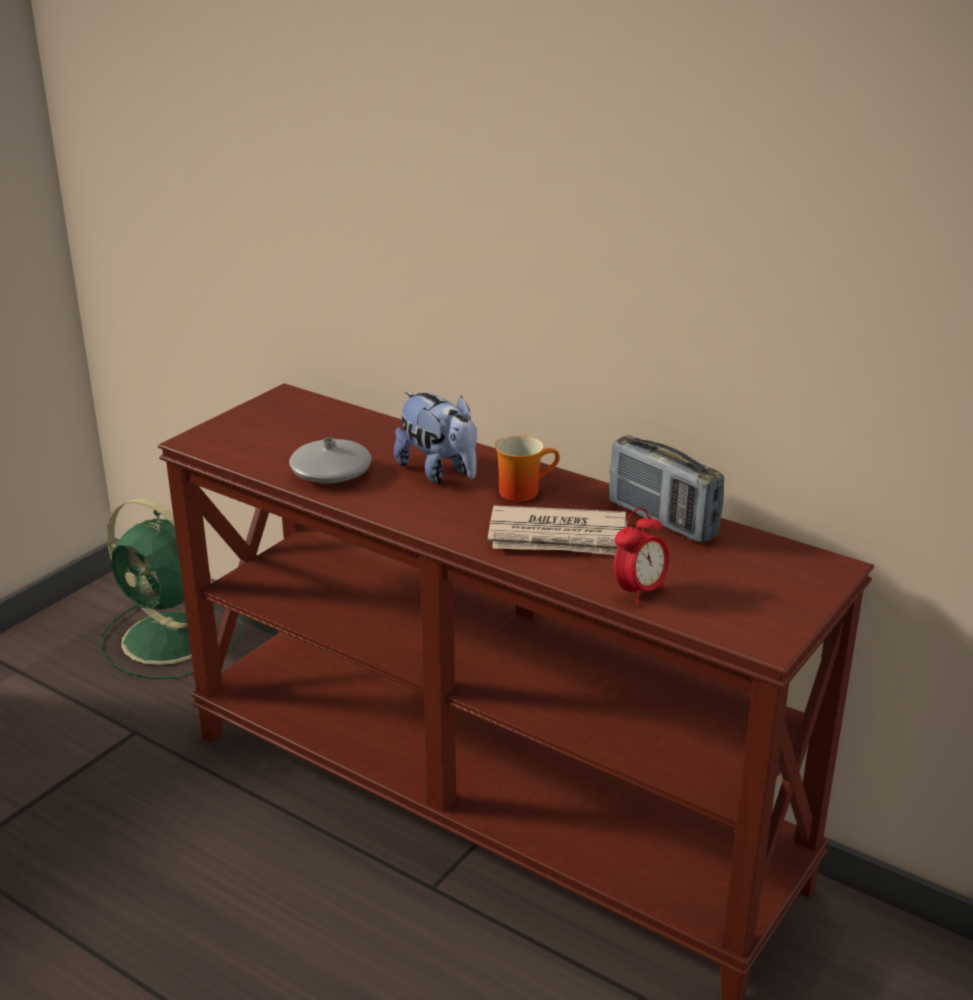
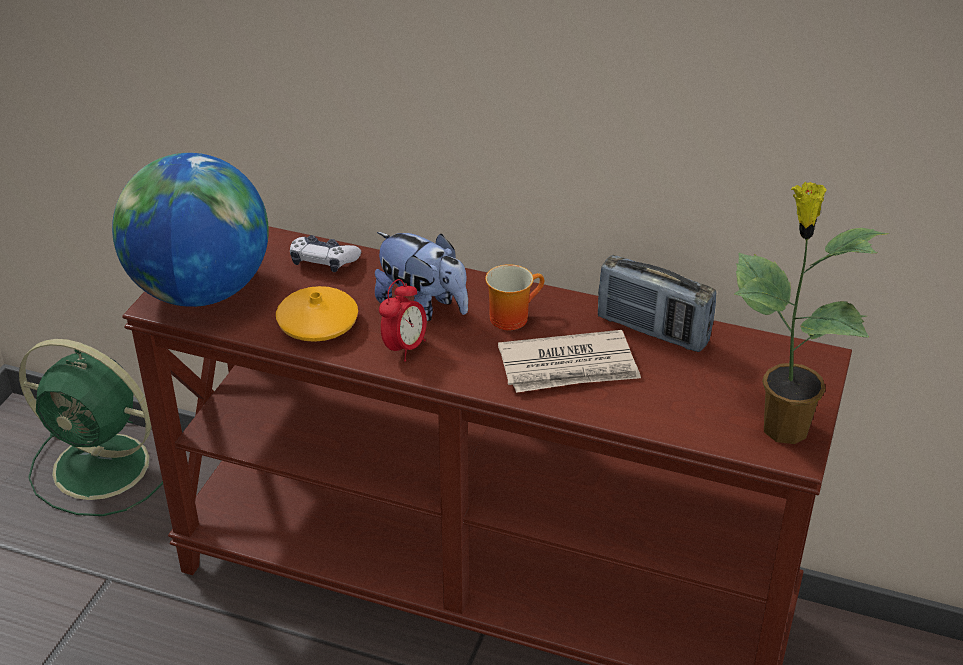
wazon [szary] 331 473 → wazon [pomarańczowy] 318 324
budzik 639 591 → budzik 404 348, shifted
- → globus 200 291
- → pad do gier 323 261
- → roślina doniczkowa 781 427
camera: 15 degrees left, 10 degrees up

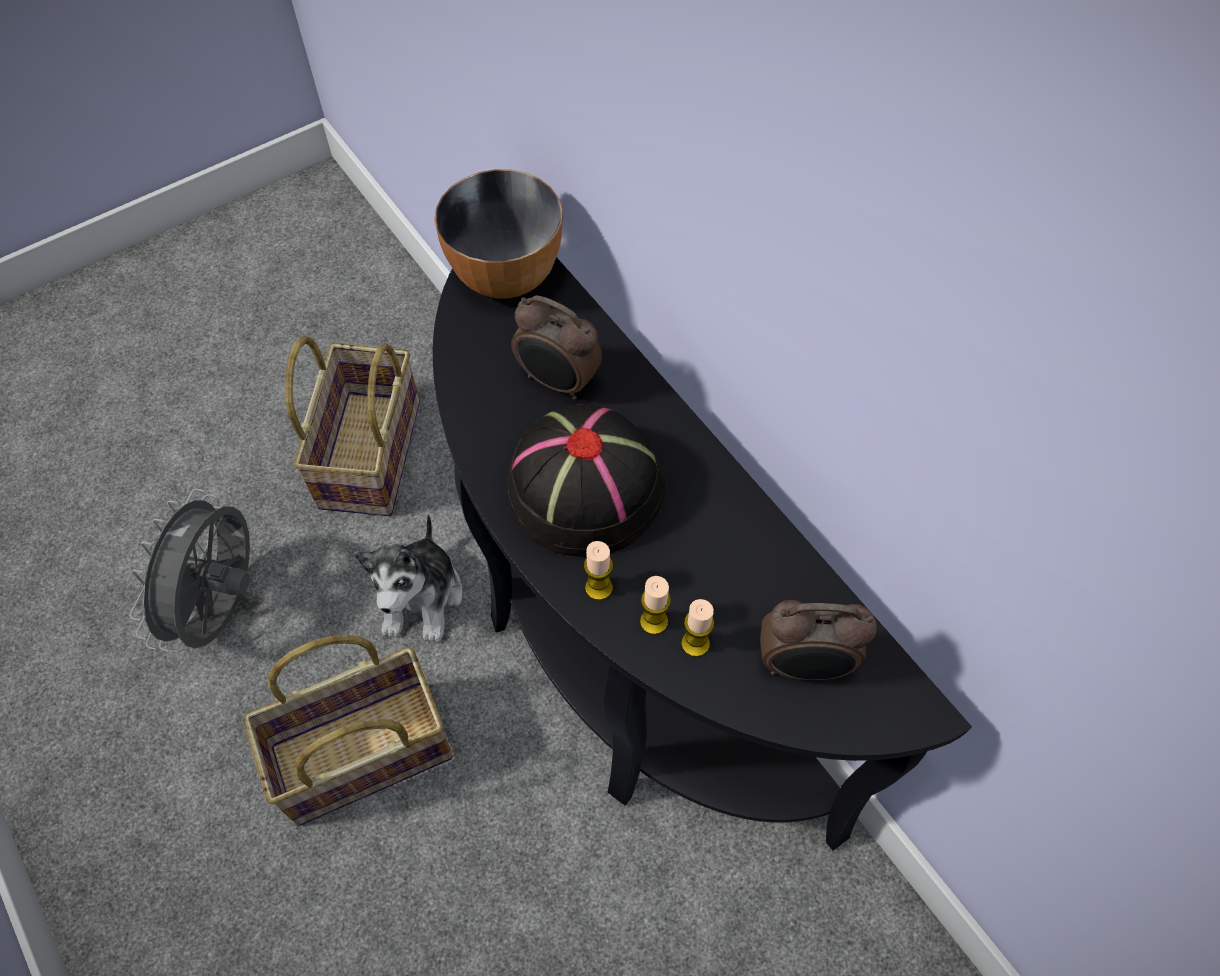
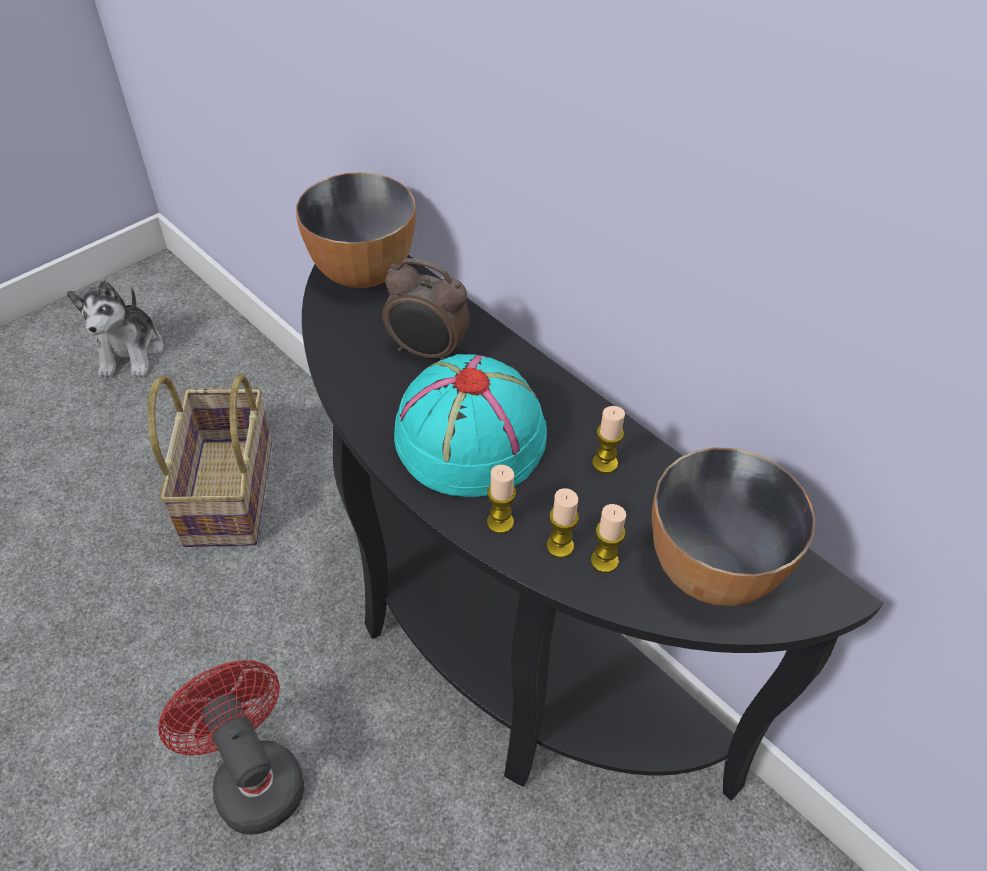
wentylator [szary] 225 608 → -
koszyk 363 756 → wentylator [czerwony] 252 776
pluszak 422 597 → pluszak 131 352, shifted
kapelusz [czarny] 584 487 → kapelusz [turkusowy] 468 436
budzik 804 666 → miska 713 568
- → świeca 604 463
camera: 10 degrees left, 10 degrees down

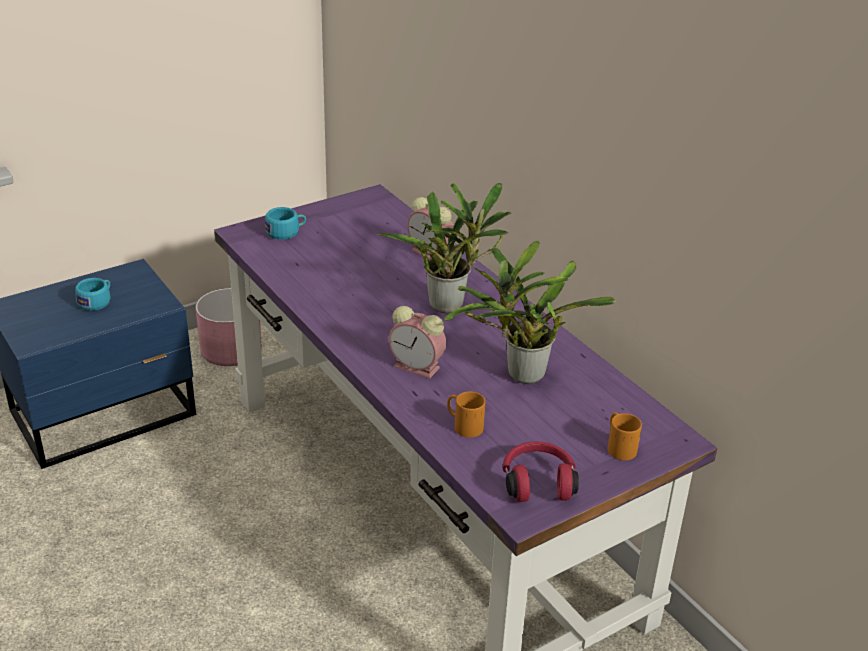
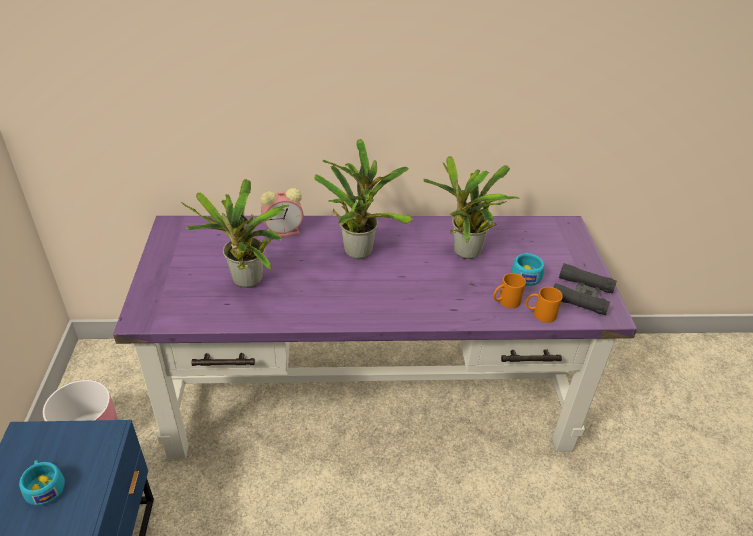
filiżanka [turkusowy] 286 232 → filiżanka [turkusowy] 525 274, shifted
budzik 418 367 → -
słuchawki [czerwony] 538 482 → lornetka [czarny] 582 295
kubek [pomarańczowy] 618 446 → kubek [pomarańczowy] 540 314, shifted
- → roślina doniczkowa 247 283
camera: 60 degrees left, 5 degrees up

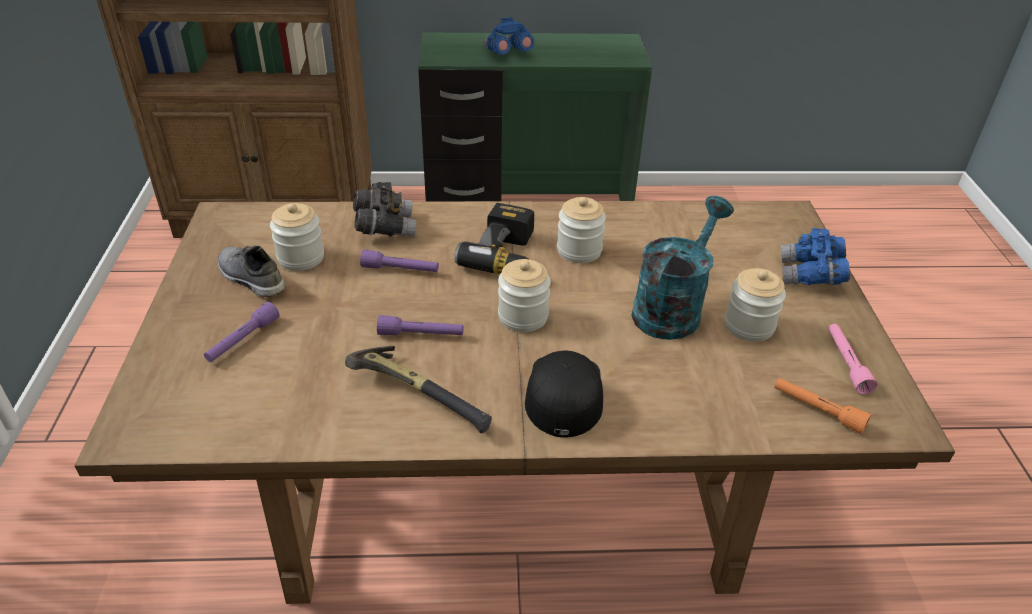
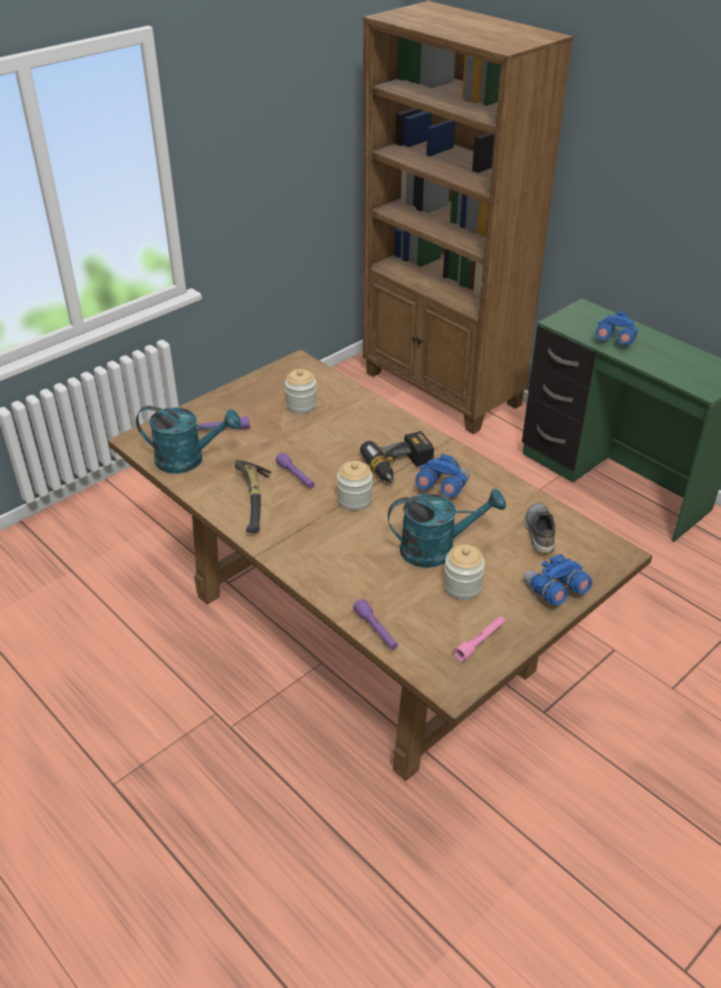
but [szary] 250 279 → but [szary] 538 532, shifted
lornetka [szary] 384 227 → -
latarka [fioletowy] 400 270 → latarka [fioletowy] 376 630, shifted
czapka z daszkiem [czarny] 564 393 → -
słoik 579 250 → lornetka [niebieski] 441 488
latarka [pomarańczowy] 817 410 → -
- → konewka [turkusowy] 188 460
camera: 50 degrees right, 0 degrees up

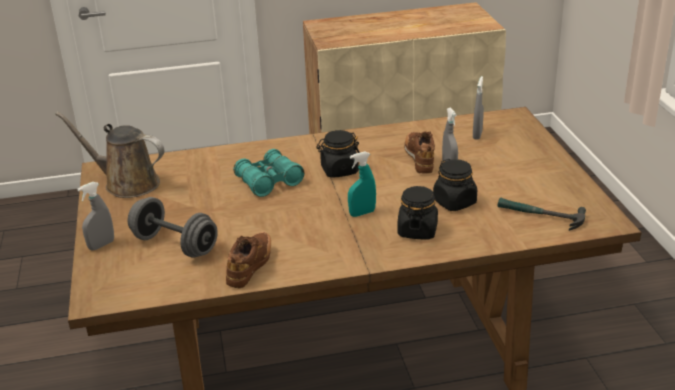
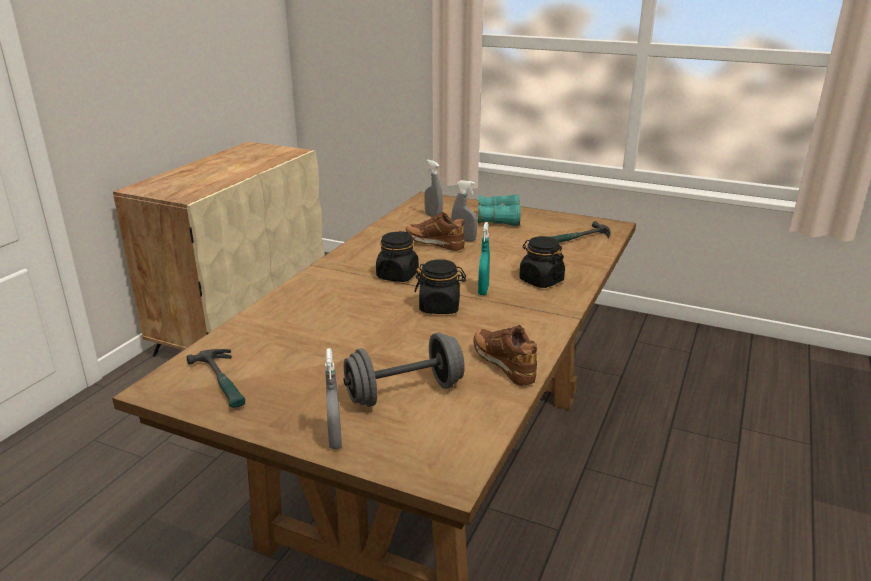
konewka [brązowy] 127 183 → młotek 224 382
lornetka [turkusowy] 269 182 → lornetka [turkusowy] 498 219, shifted
słoik [czarny] 455 202 → słoik [czarny] 440 307, shifted
camera: 55 degrees left, 5 degrees down

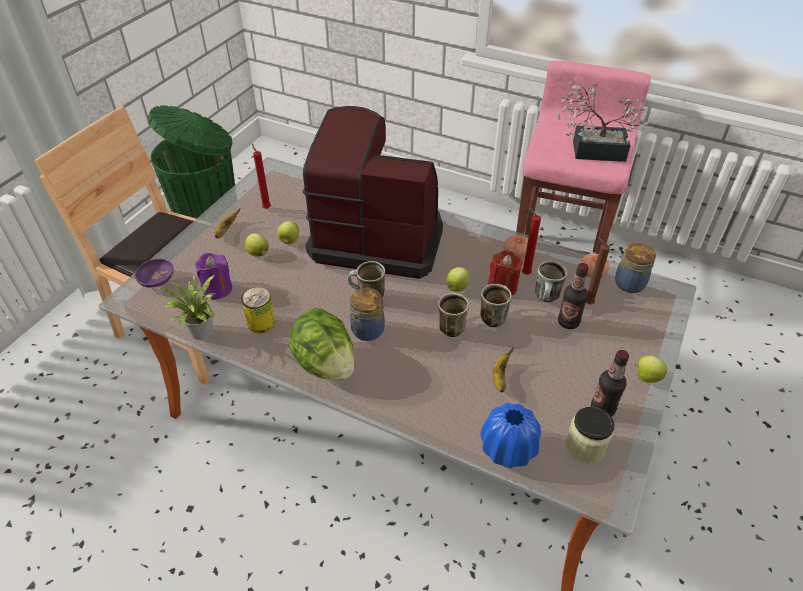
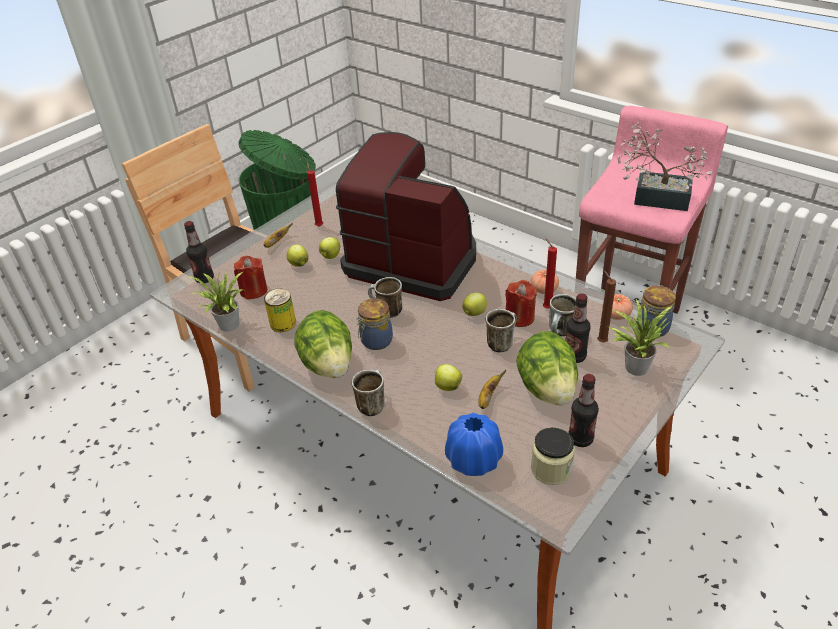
miska [fioletowy] 157 281 → butelka 204 278
świeca [fioletowy] 217 289 → świeca [czerwony] 253 291
kubek 450 325 → kubek 371 404, shifted
jabłko 646 377 → jabłko 447 386, shifted
- → sałata 547 389
- → roślina doniczkowa 634 366
camera: 15 degrees right, 5 degrees down

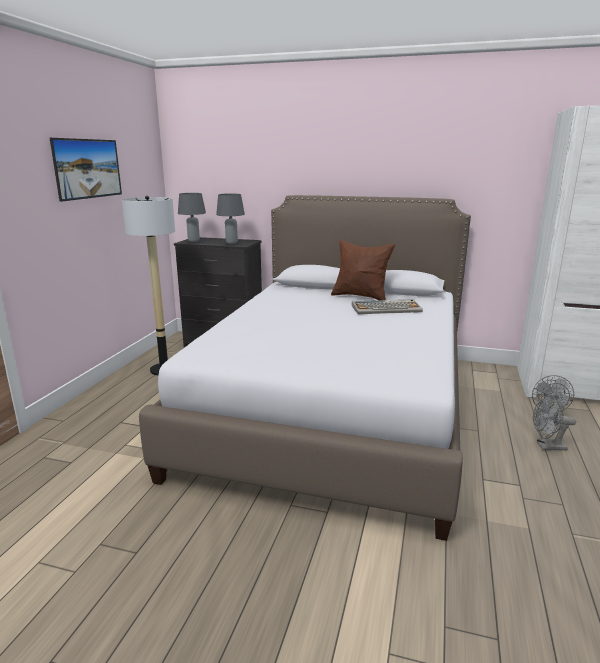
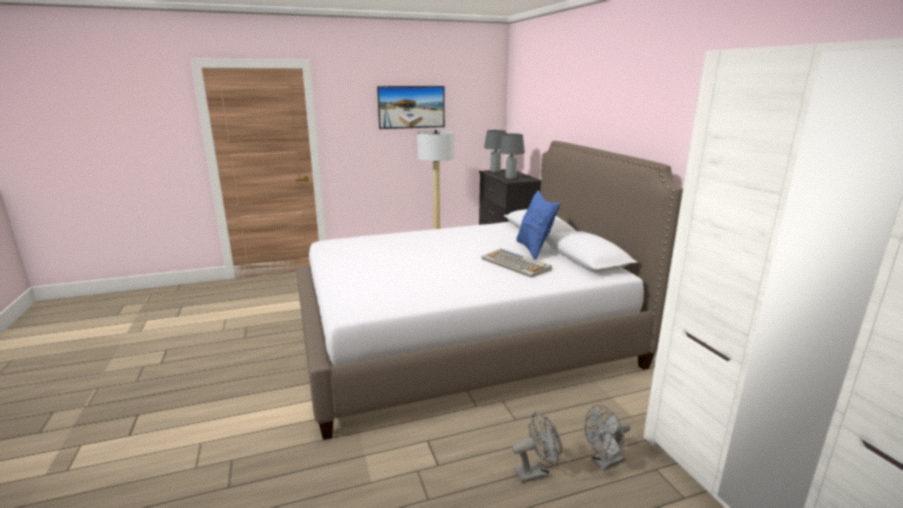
poduszka [brązowy] 361 296 → poduszka [niebieski] 534 250
wentylator [szary] 547 446 → wentylator [szary] 536 472, 105 degrees clockwise
camera: 55 degrees right, 0 degrees up

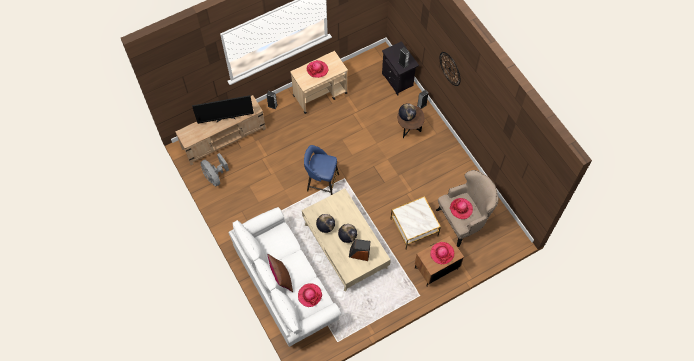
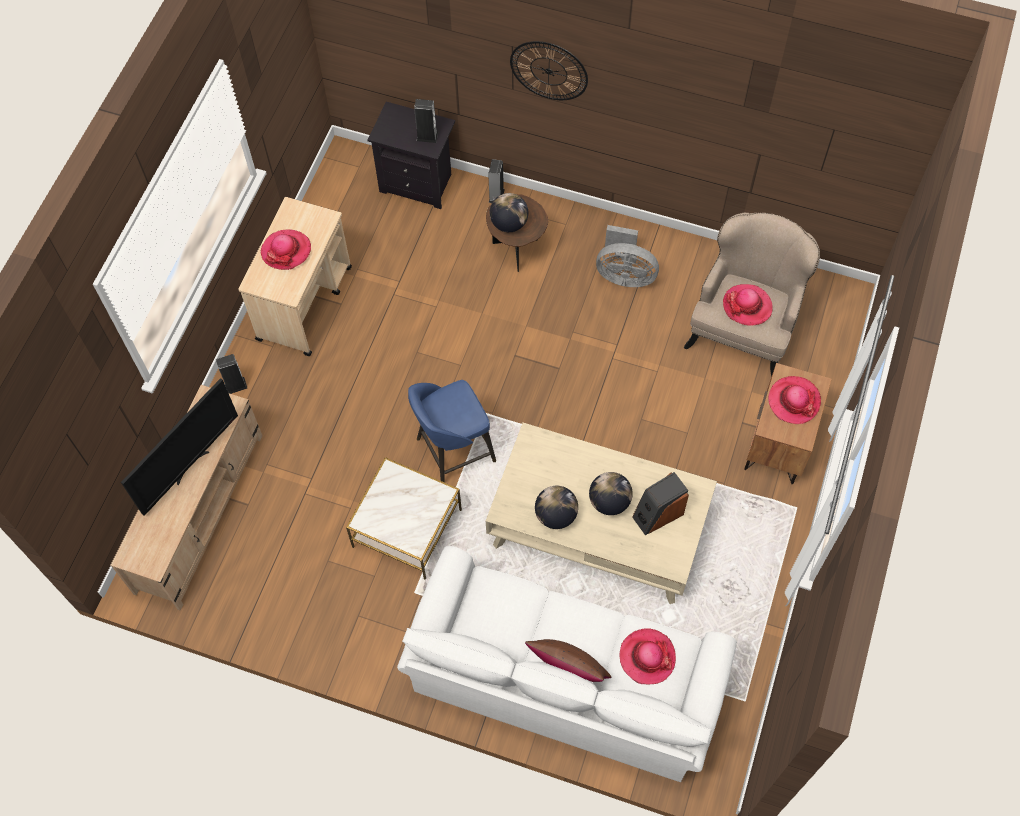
wentylator [szary] 215 176 → wentylator [szary] 624 275, shifted
stolik 414 227 → stolik 407 528, shifted
camera: 40 degrees left, 0 degrees up

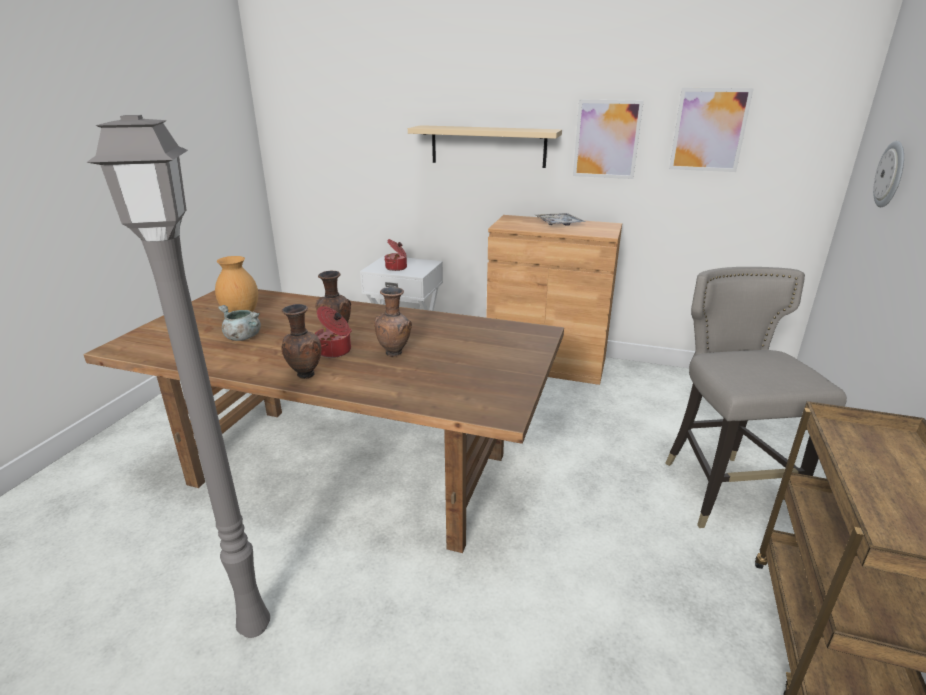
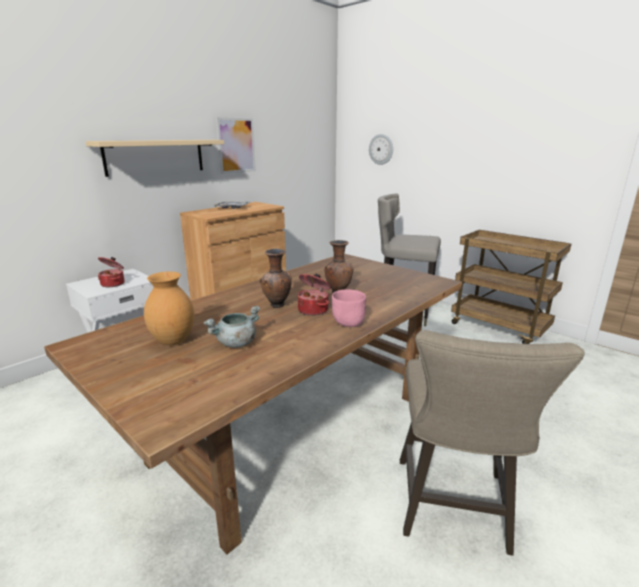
lampa stojąca [szary] 252 625 → stołek [beżowy] 453 511
wazon [brązowy] 304 375 → miska [różowy] 348 324
obraz 709 130 → -
camera: 65 degrees left, 5 degrees down

